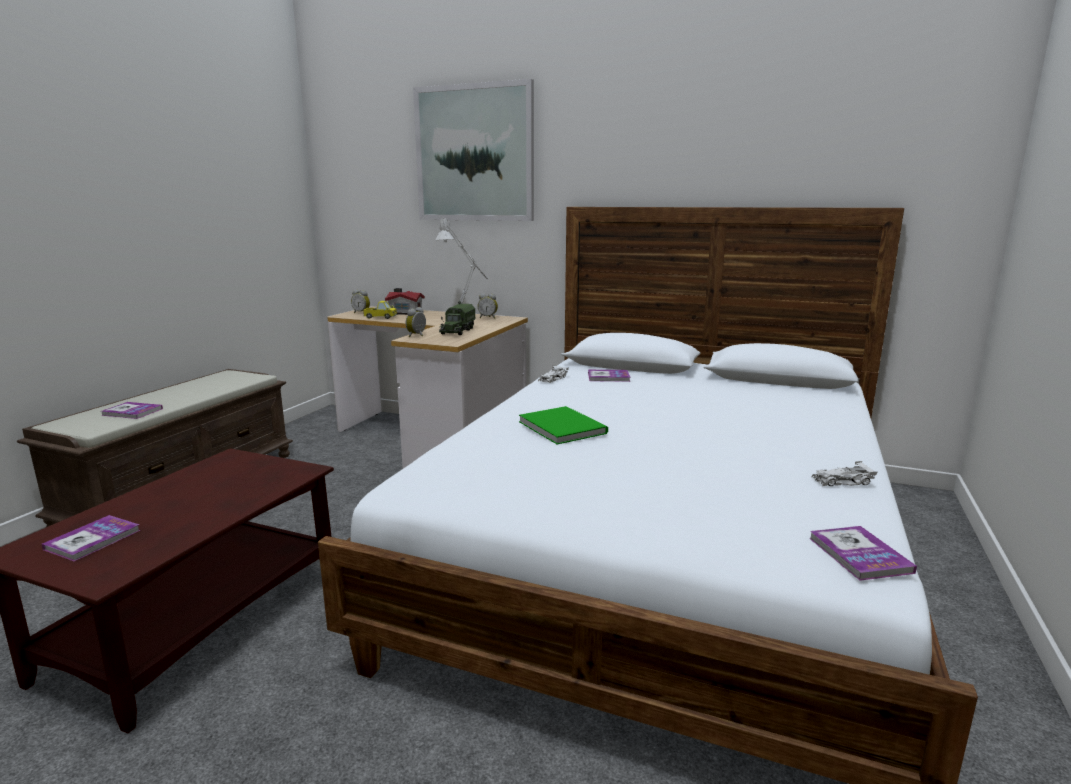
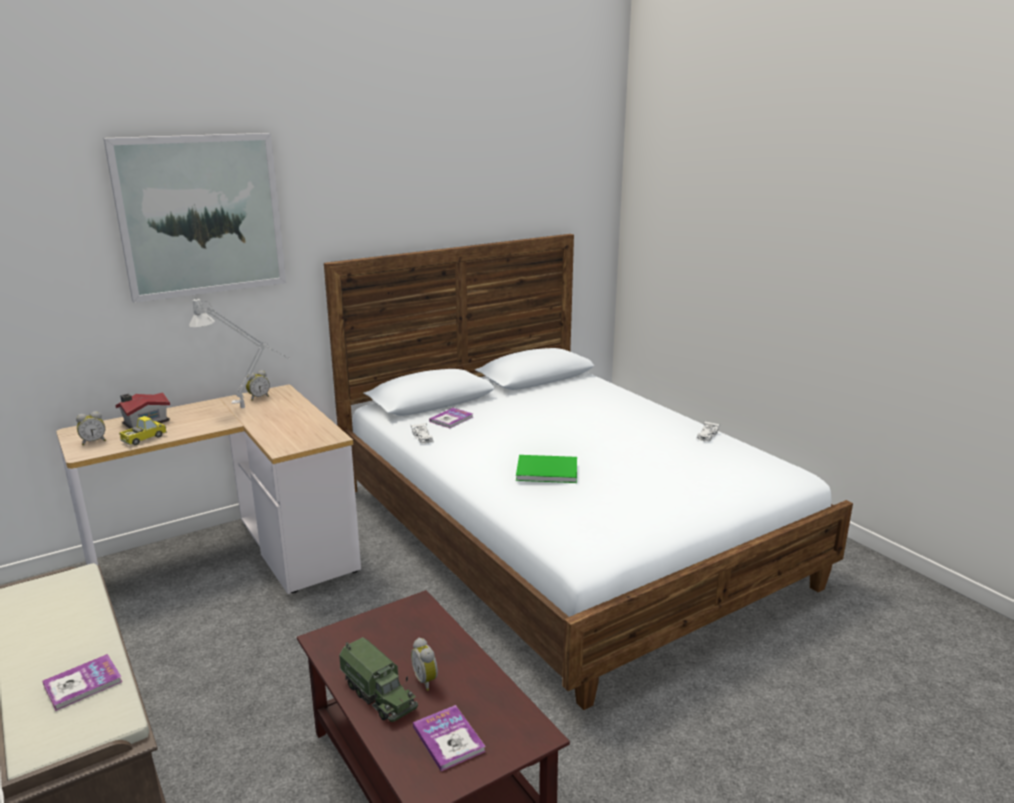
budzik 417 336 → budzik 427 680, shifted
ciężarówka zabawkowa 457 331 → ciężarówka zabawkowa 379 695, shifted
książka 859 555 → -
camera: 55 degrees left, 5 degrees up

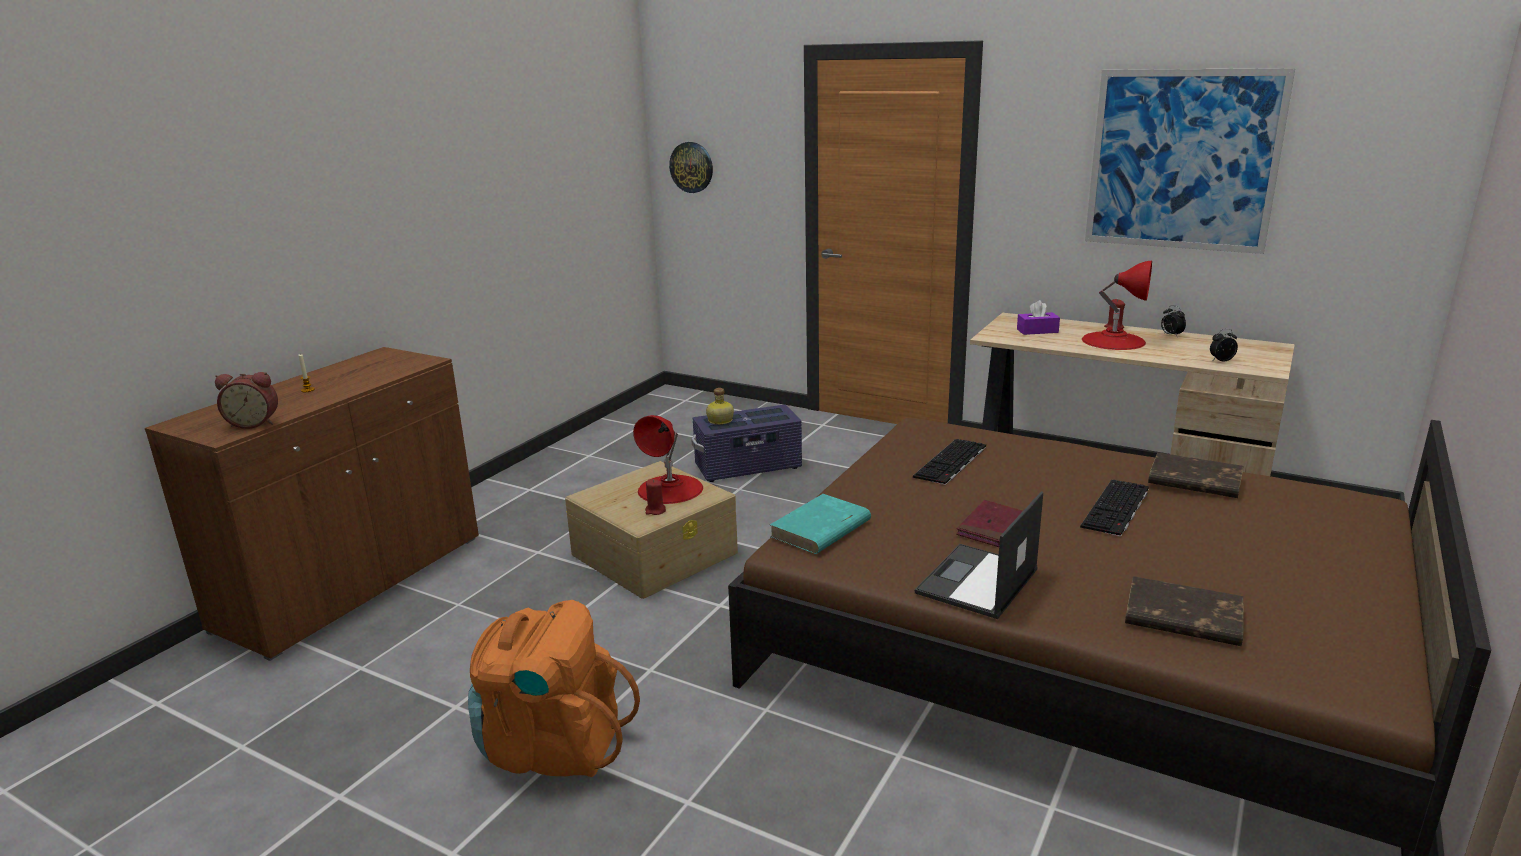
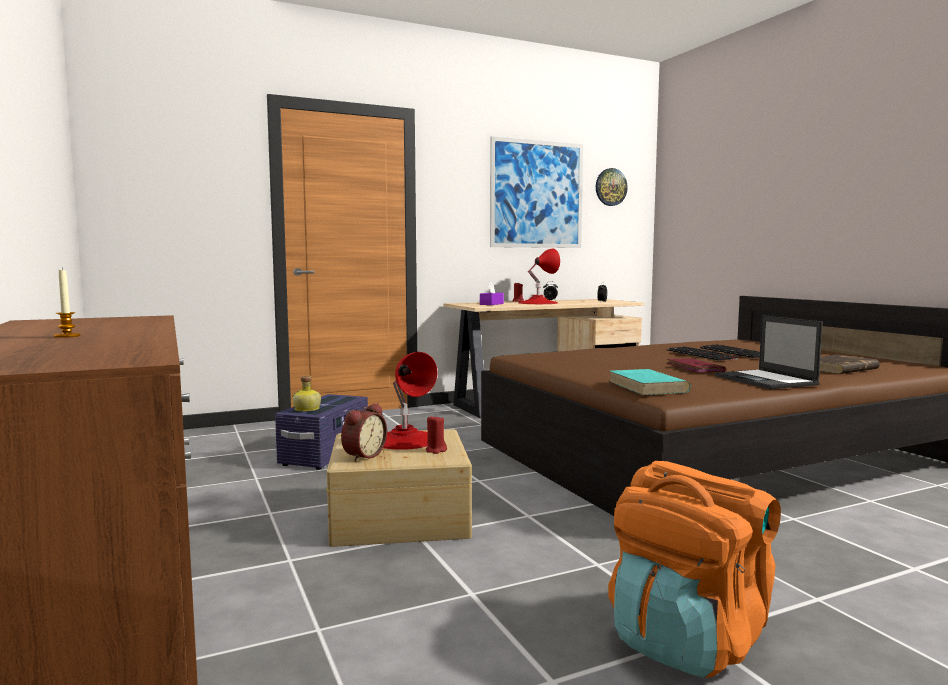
budzik 254 423 → budzik 362 455, shifted
zegar ścienny 691 167 → zegar ścienny 610 187, shifted
klawiatura 951 462 → klawiatura 736 352, shifted
książka [brązowy] 1193 481 → -
camera: 55 degrees left, 15 degrees down

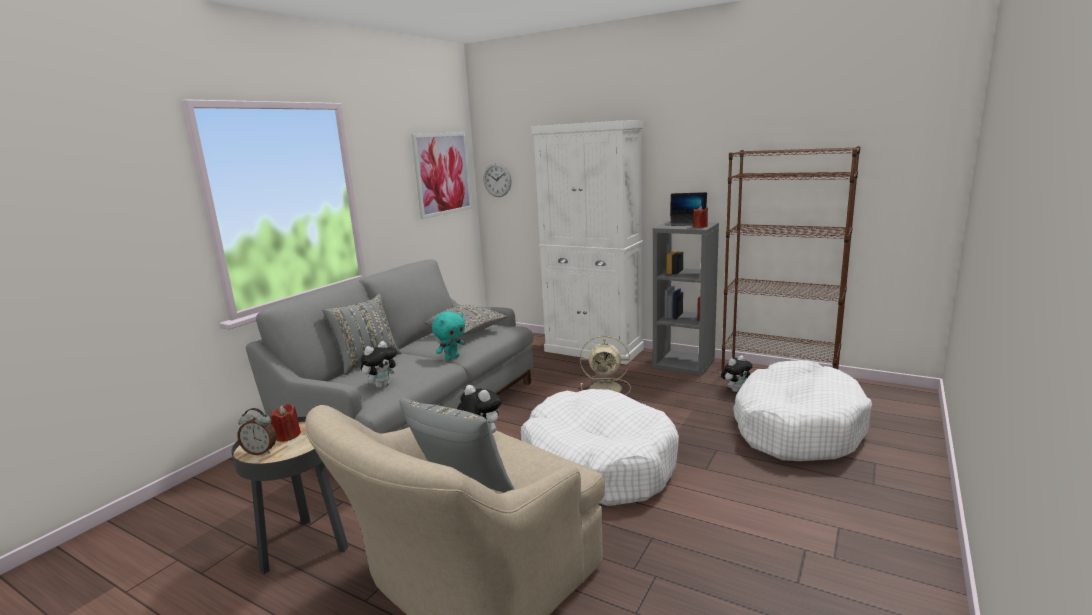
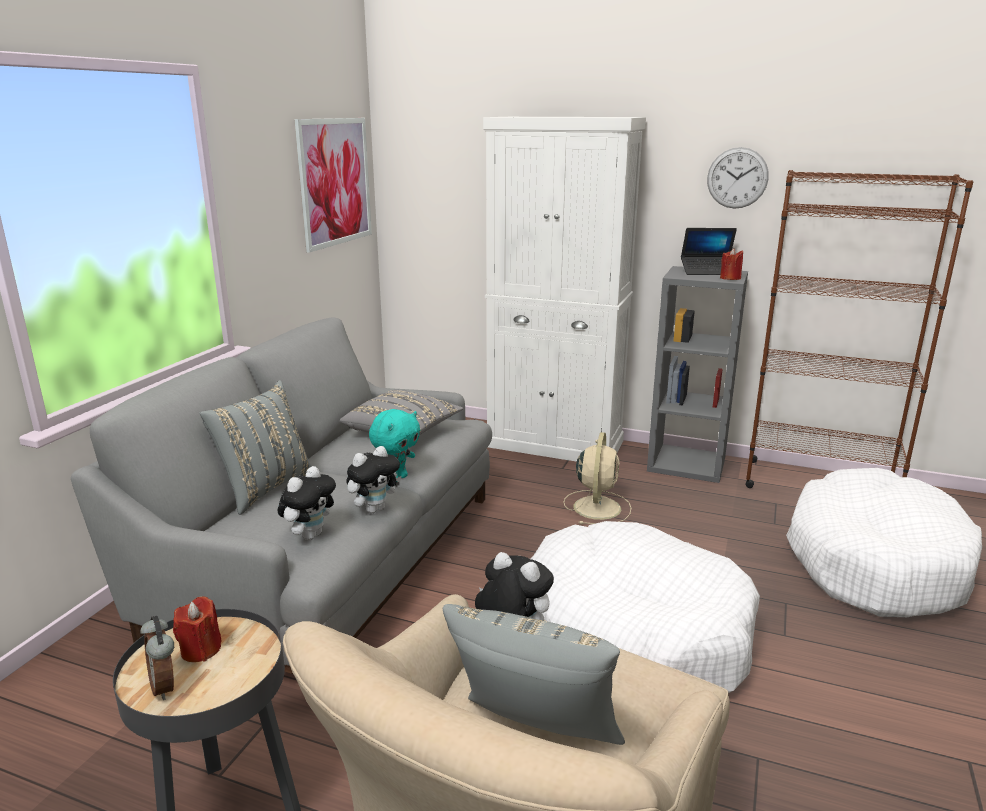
budzik 261 452 → budzik 166 686, 60 degrees clockwise
zegar ścienny 497 180 → zegar ścienny 737 178, shifted
wentylator [beżowy] 607 388 → wentylator [beżowy] 597 507, 75 degrees counterclockwise
pluszak 735 390 → pluszak 374 509, shifted
camera: 10 degrees left, 5 degrees up

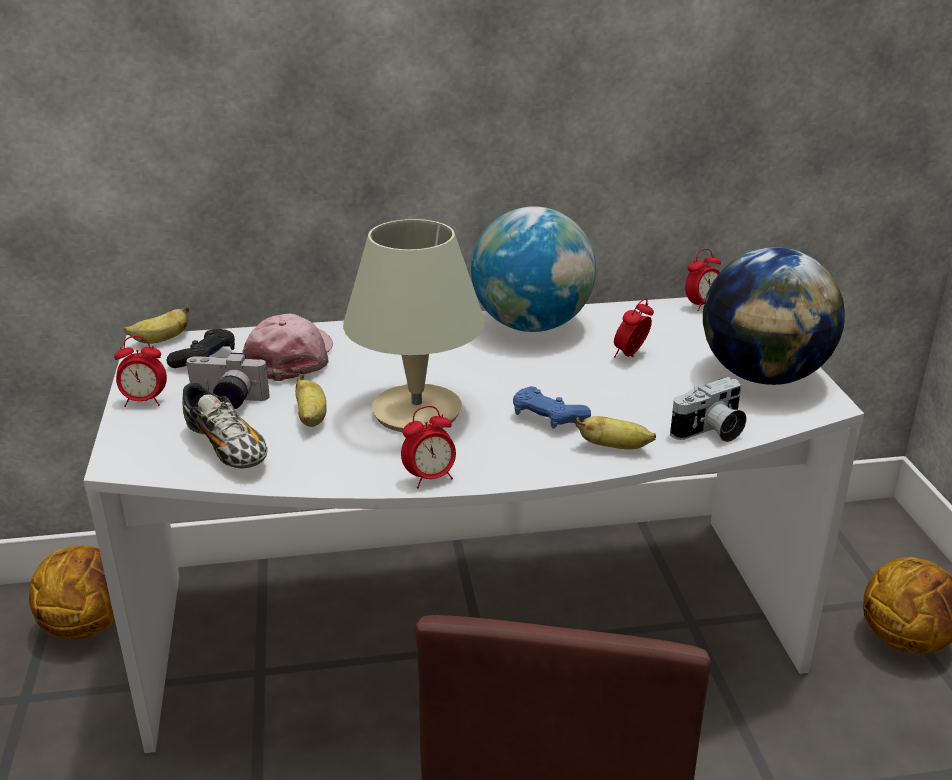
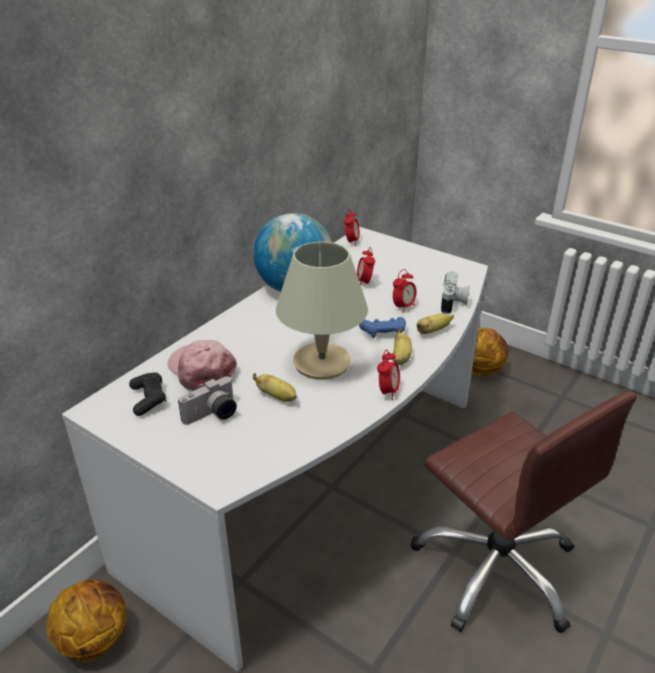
budzik 144 401 → budzik 403 307, shifted
banan 161 340 → banan 400 358, shifted
but 227 448 → -
globus 763 376 → -
camera: 45 degrees left, 5 degrees up

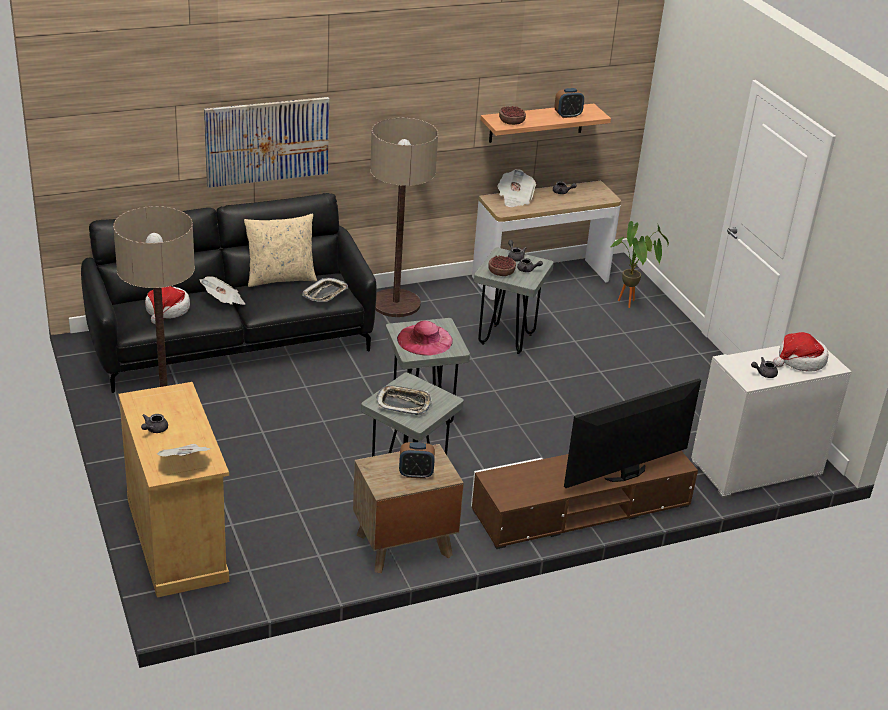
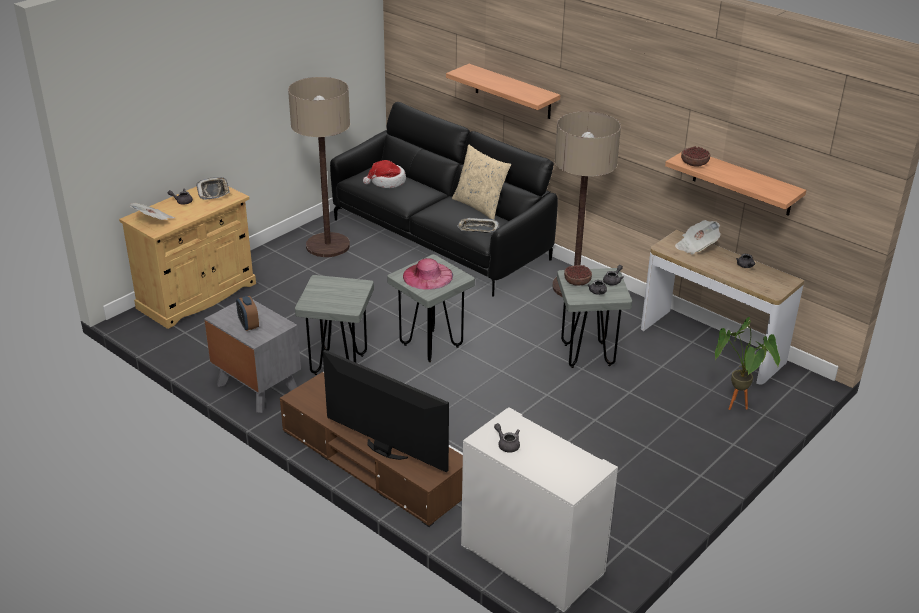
gazeta 223 301 → -
obraz 267 141 → półka 512 92
szafka nocna [brązowy] 403 545 → szafka nocna [szary] 257 387
taca 403 403 → taca 213 191, shifted
budzik 567 115 → -
kapelusz 800 361 → -
camera: 65 degrees right, 0 degrees up

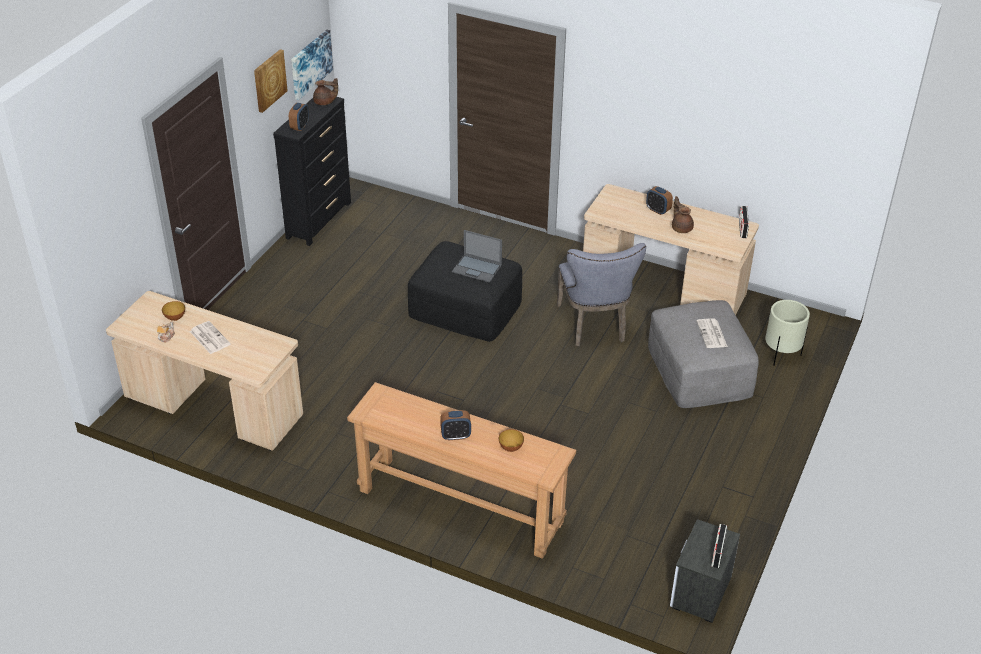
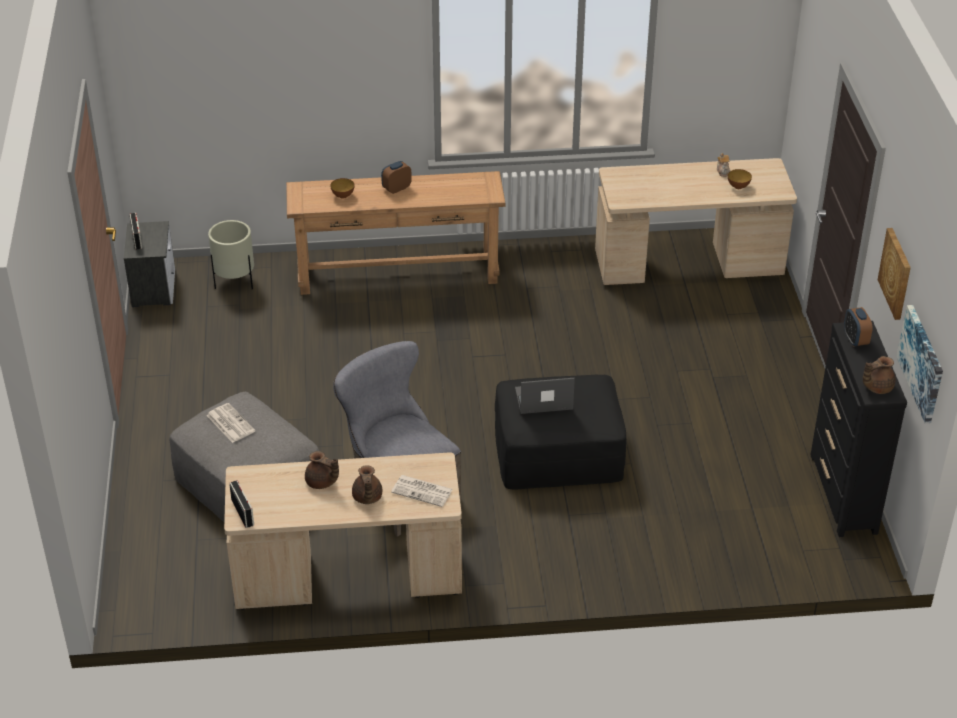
gazeta 209 338 → gazeta 423 491, shifted
budzik 658 210 → imbryk [brązowy] 367 498
donica [beżowy] 781 354 → donica [beżowy] 235 282, shifted
camera: 150 degrees right, 0 degrees up

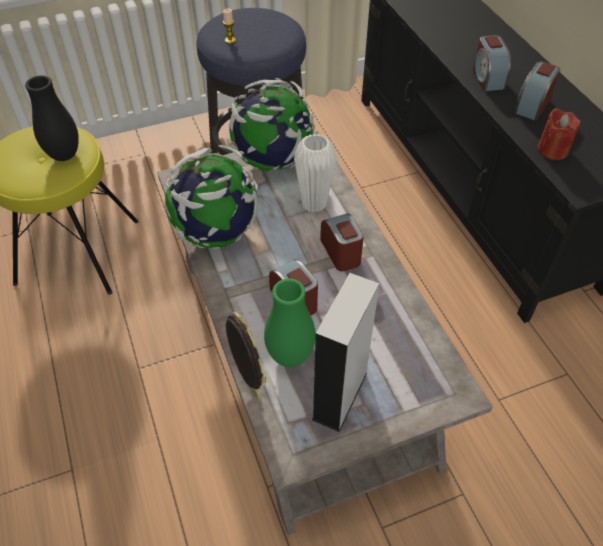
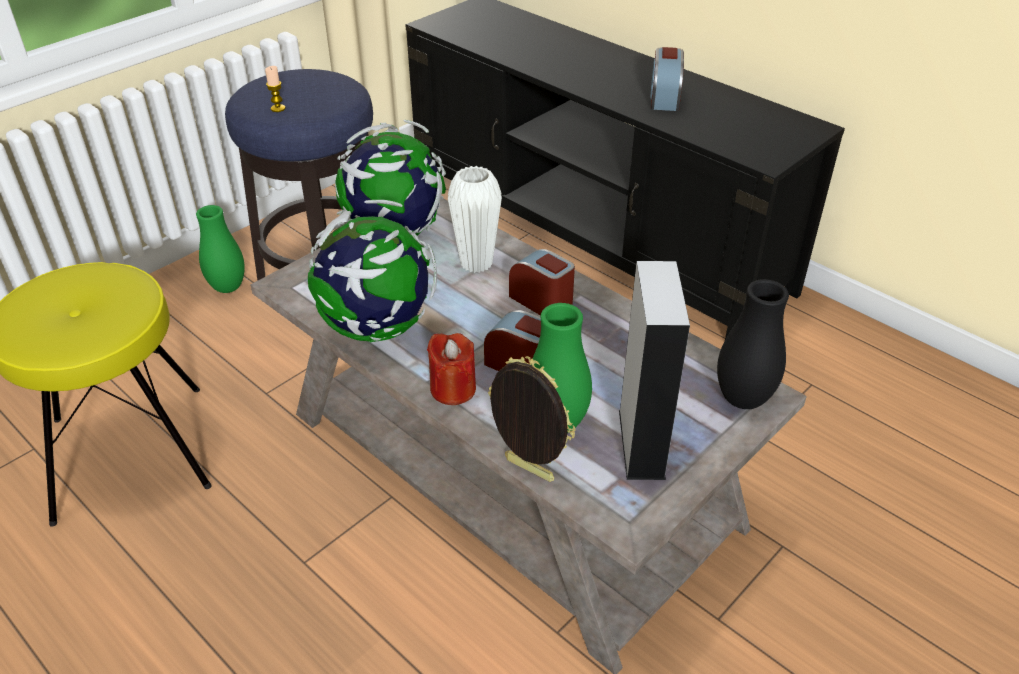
wazon [czarny] 64 155 → wazon [czarny] 743 399, shifted
budzik 487 78 → -
świeca [czerwony] 552 150 → świeca [czerwony] 453 389, shifted
- → wazon [zielony] 228 287
camera: 25 degrees left, 10 degrees down

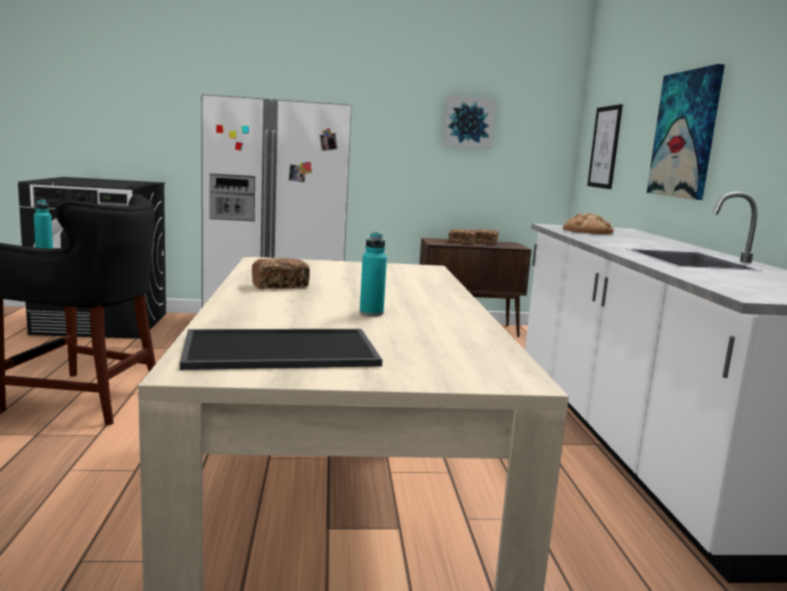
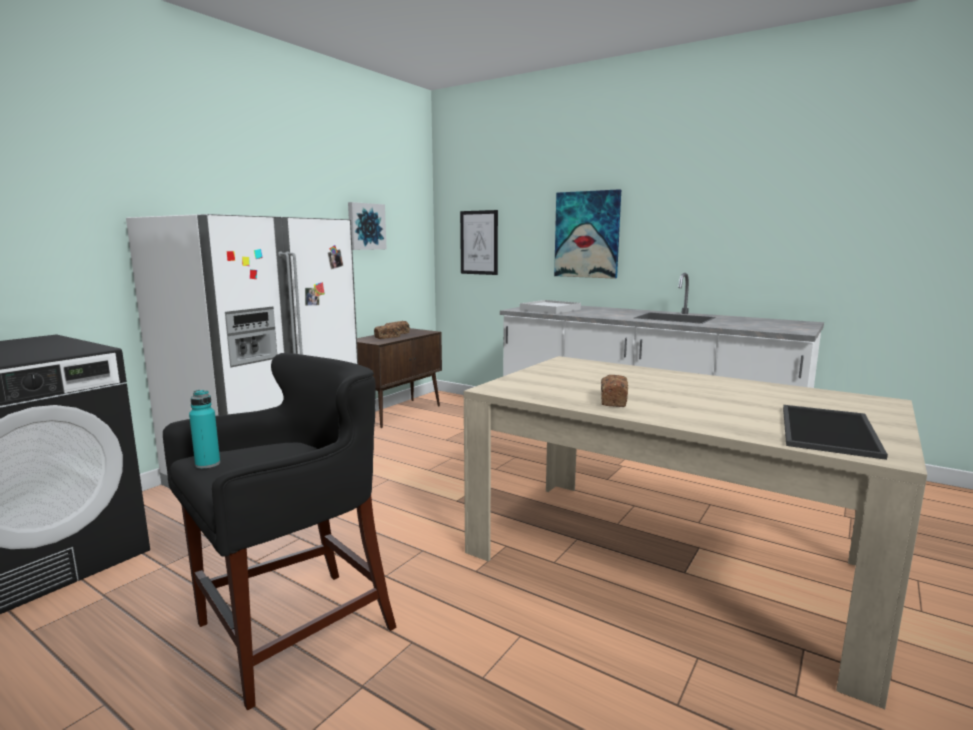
butelka [turkusowy] 371 313 → -
chleb 587 231 → taca [biały] 550 310
camera: 50 degrees left, 0 degrees up

